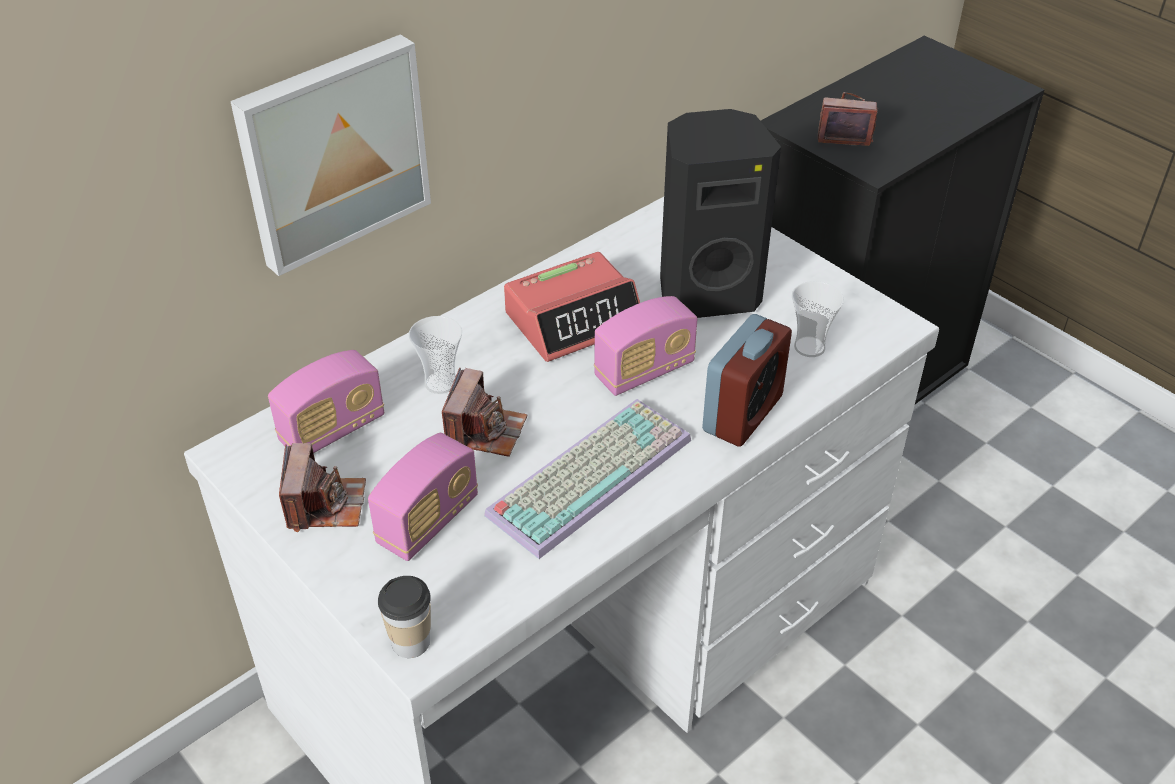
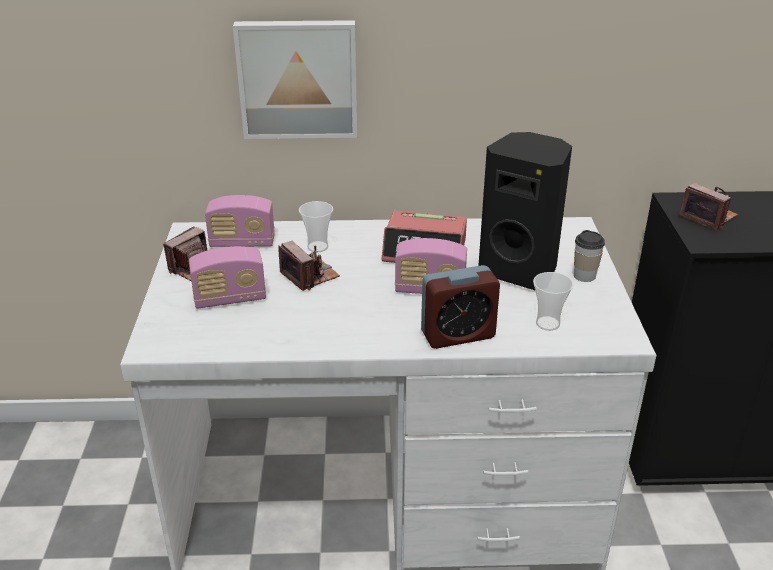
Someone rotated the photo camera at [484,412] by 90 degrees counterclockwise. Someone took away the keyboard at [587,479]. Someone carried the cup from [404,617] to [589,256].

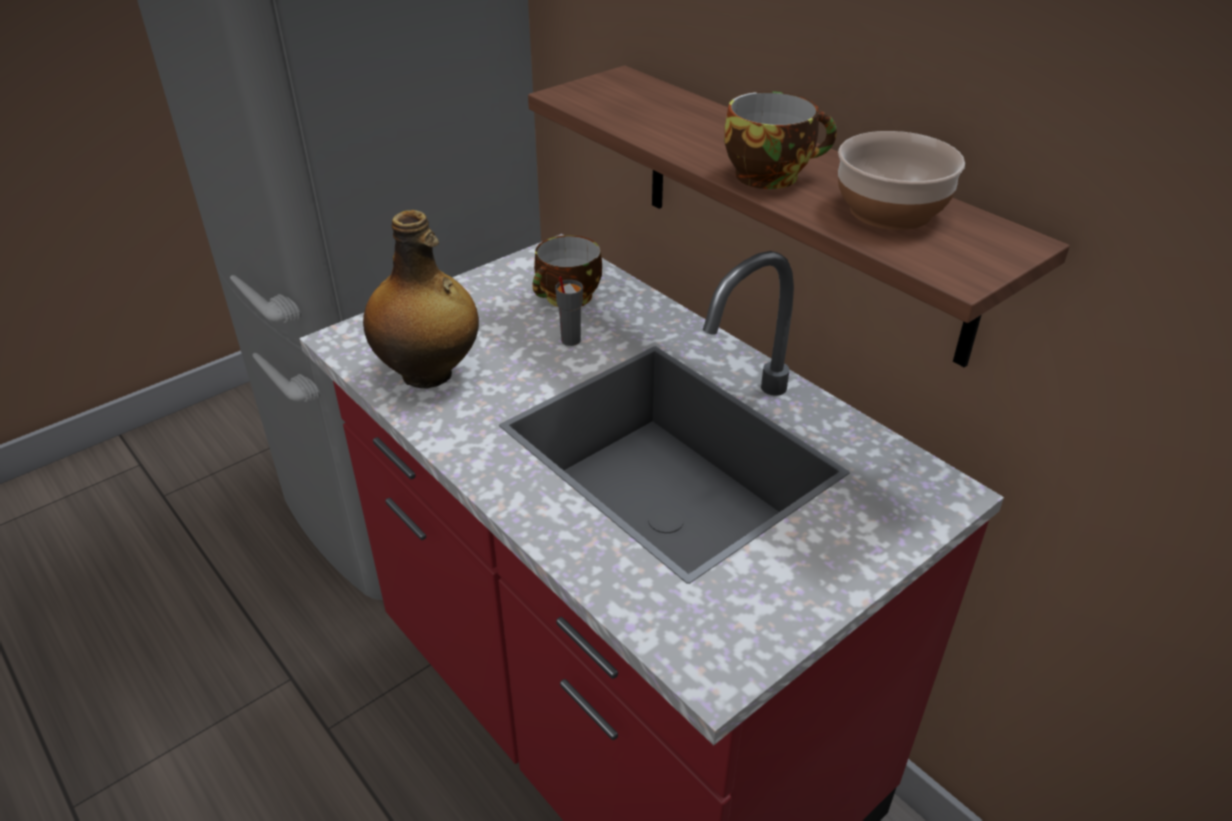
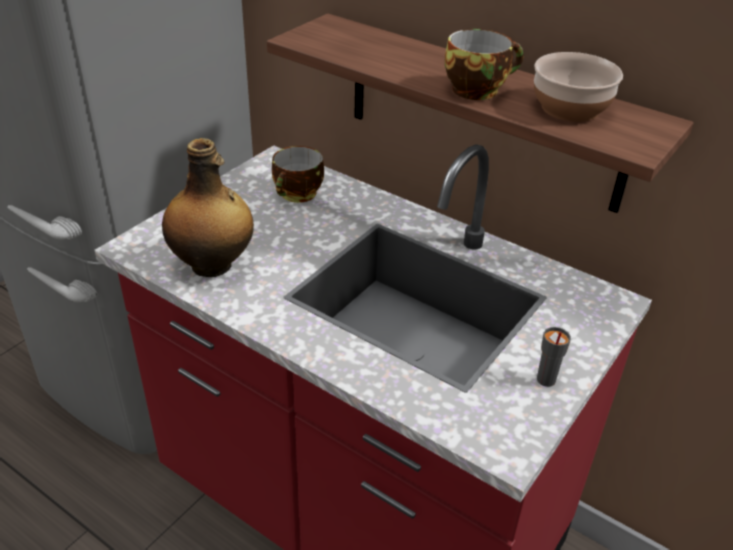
Someone carried the grey cup from [569,311] to [554,357].

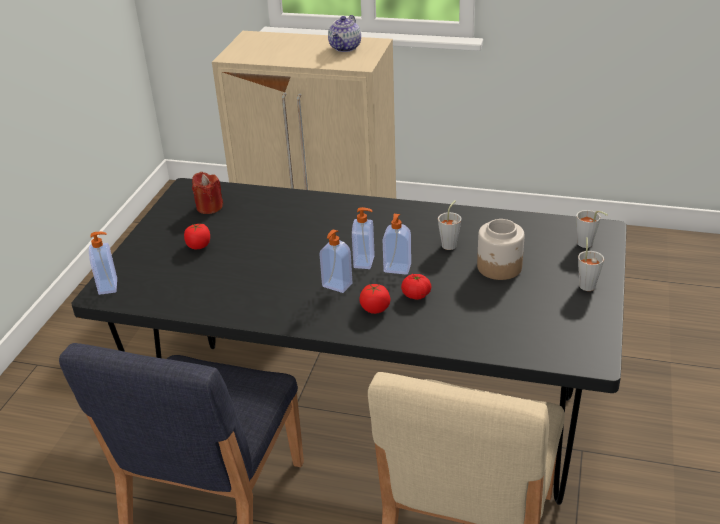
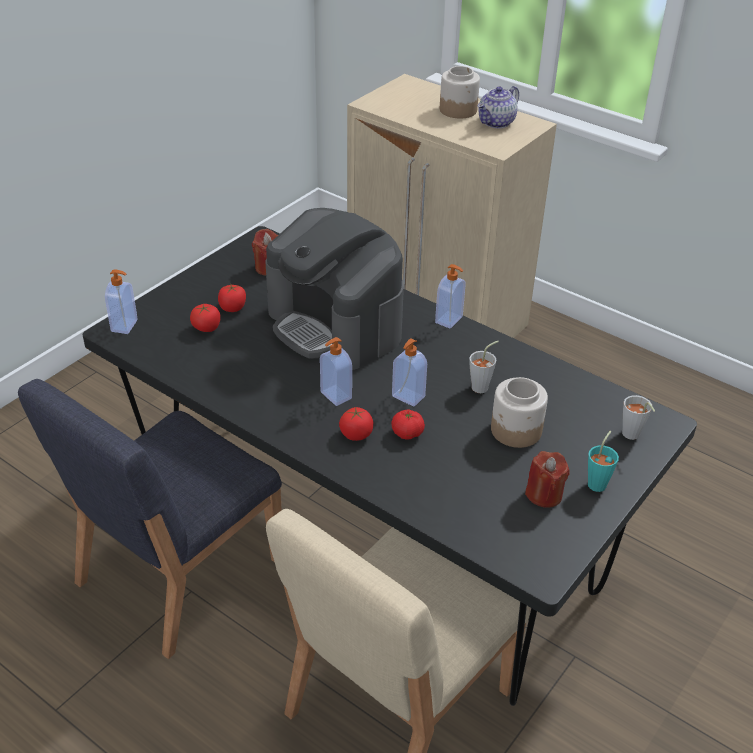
Someone carried the soap dispenser from [363,238] to [450,296]. Someone repainted the grey cup at [591,264], which became the turquoise cup at [603,461]. Someone put down the jar at [460,92]. Someone put down the coffee machine at [334,289]. Someone put down the tomato at [205,318]. Someone put down the red candle at [547,479].

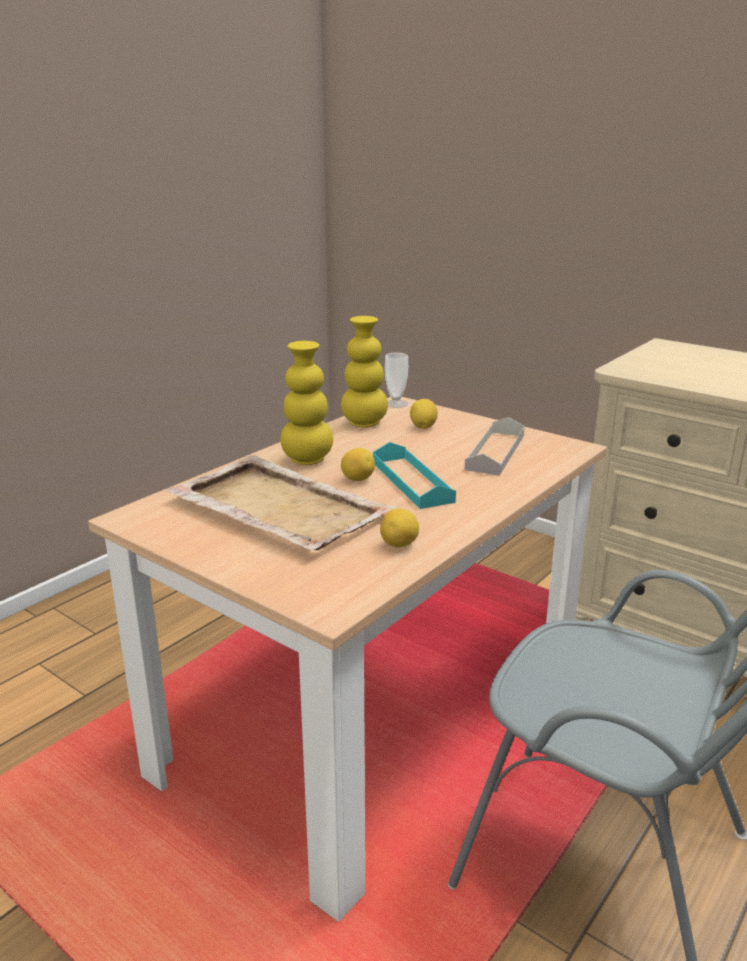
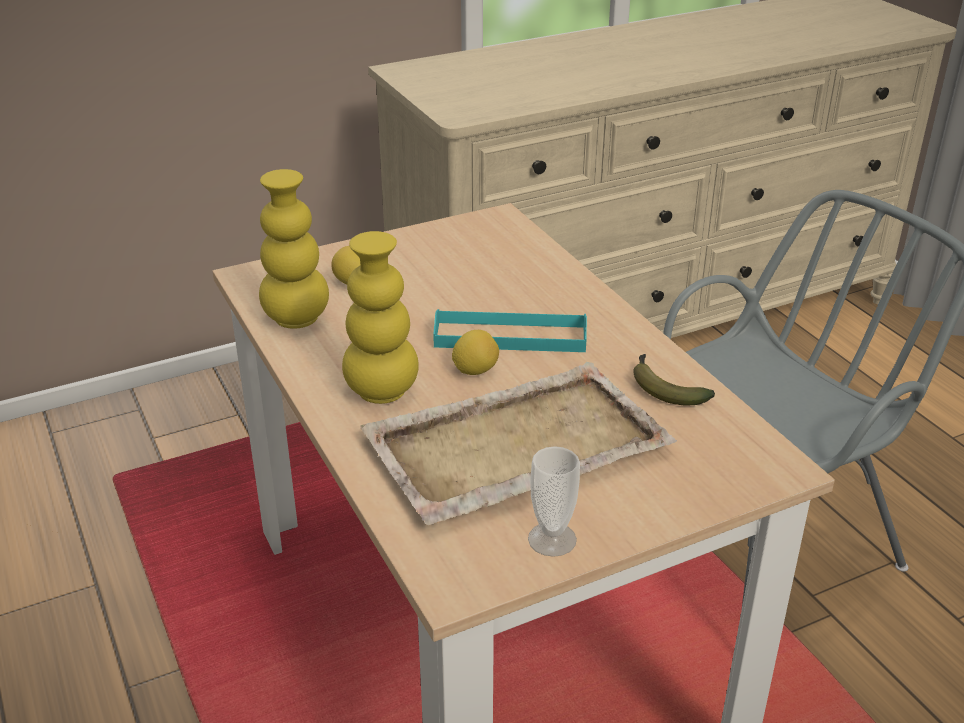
Someone carried the cup from [396,380] to [554,501]. Someone took away the grey tray at [494,446]. Someone swapped the lemon at [399,527] for the banana at [674,379].

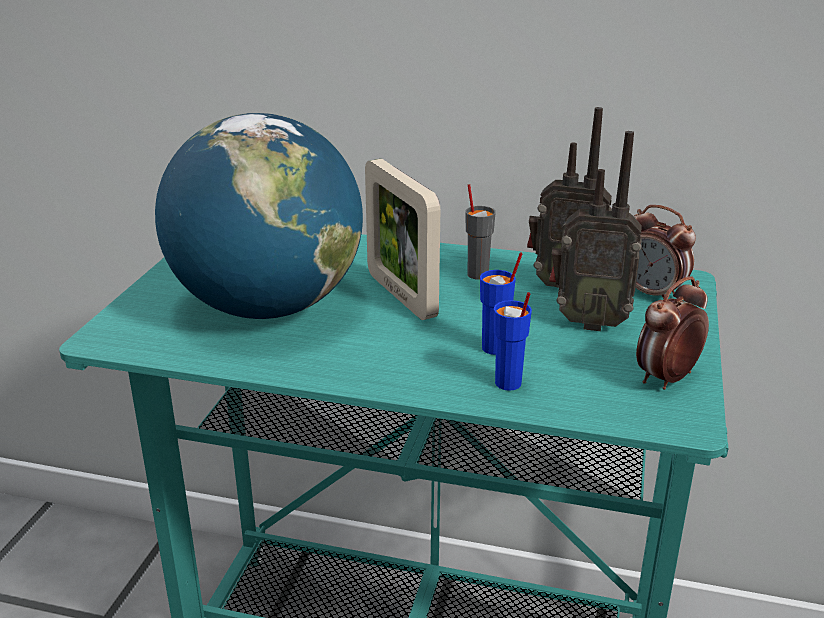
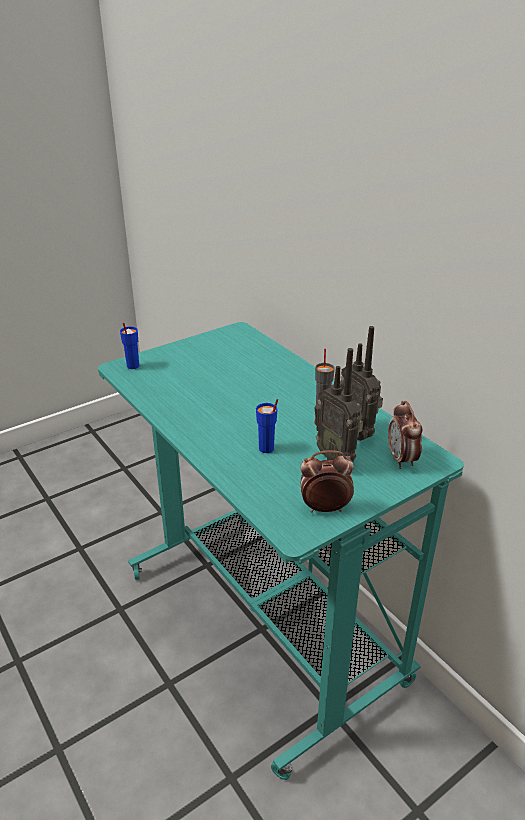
Someone took away the globe at [259,216]. Someone took away the picture frame at [402,239]. Someone carried the blue cup from [513,341] to [129,346].

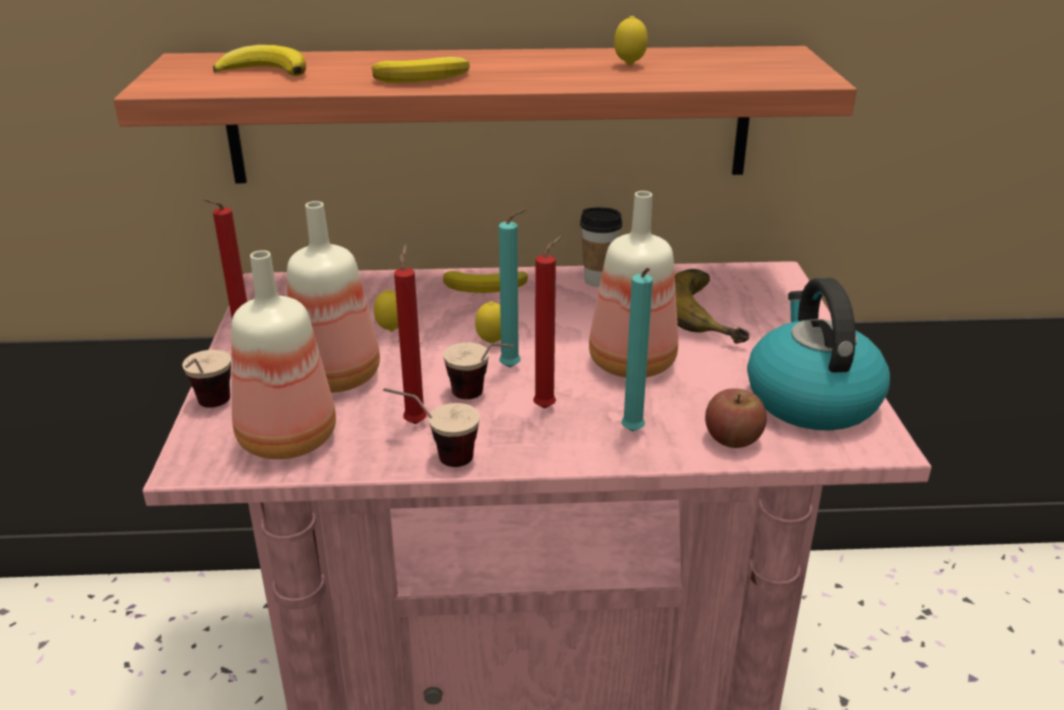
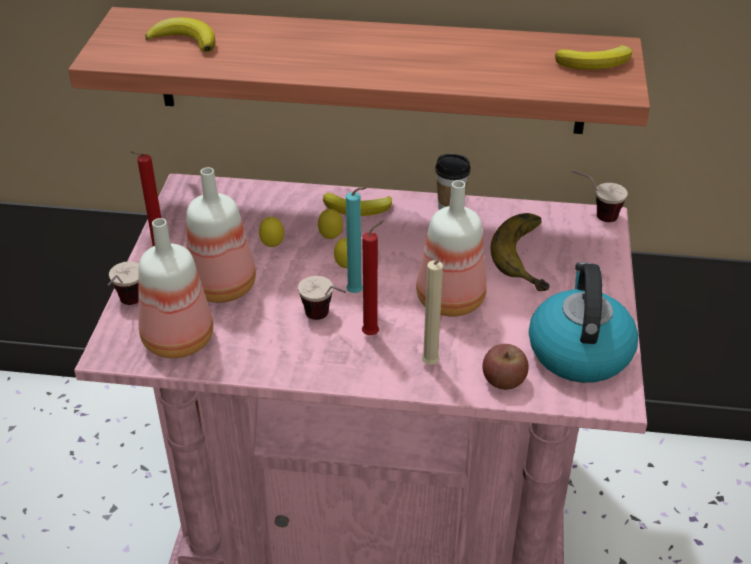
Someone carried the lemon from [631,40] to [330,224]. Someone carried the banana from [421,70] to [593,57]. Someone took away the red candle at [410,334]. Someone repainted the turquoise candle at [637,349], which became the beige candle at [432,312]. Someone carried the cup from [431,427] to [600,196].

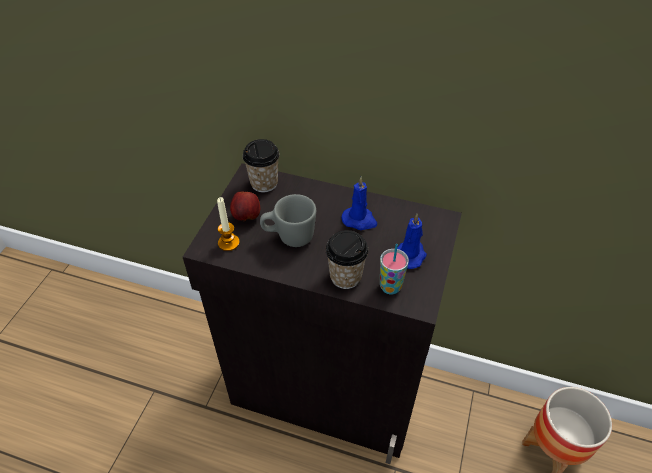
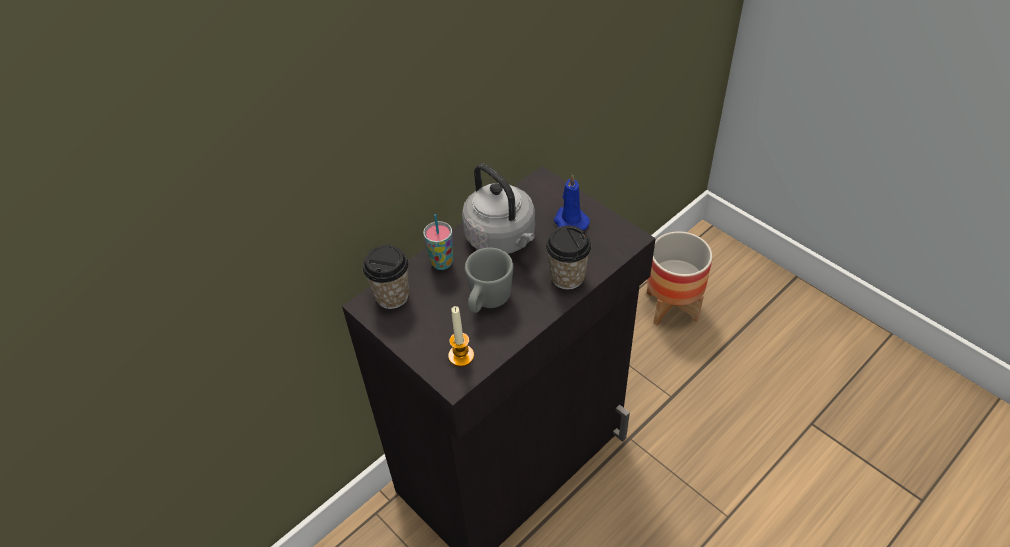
Someone swapped the blue candle at [359,203] for the grey kettle at [498,209]. Someone took away the apple at [245,207]. Someone carried the cup from [394,269] to [438,242].

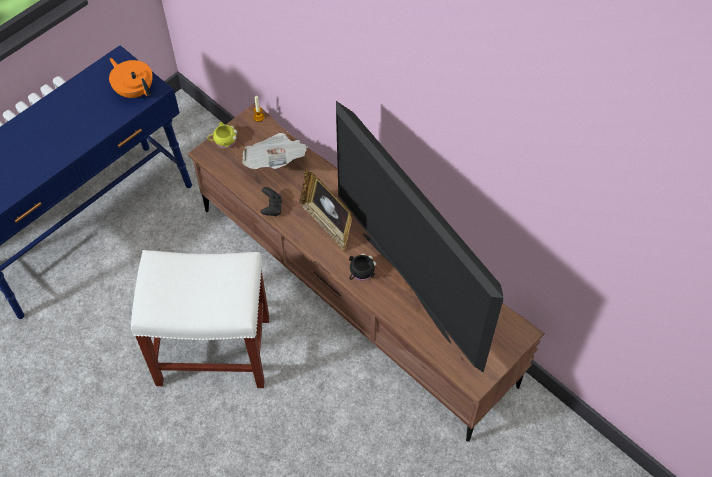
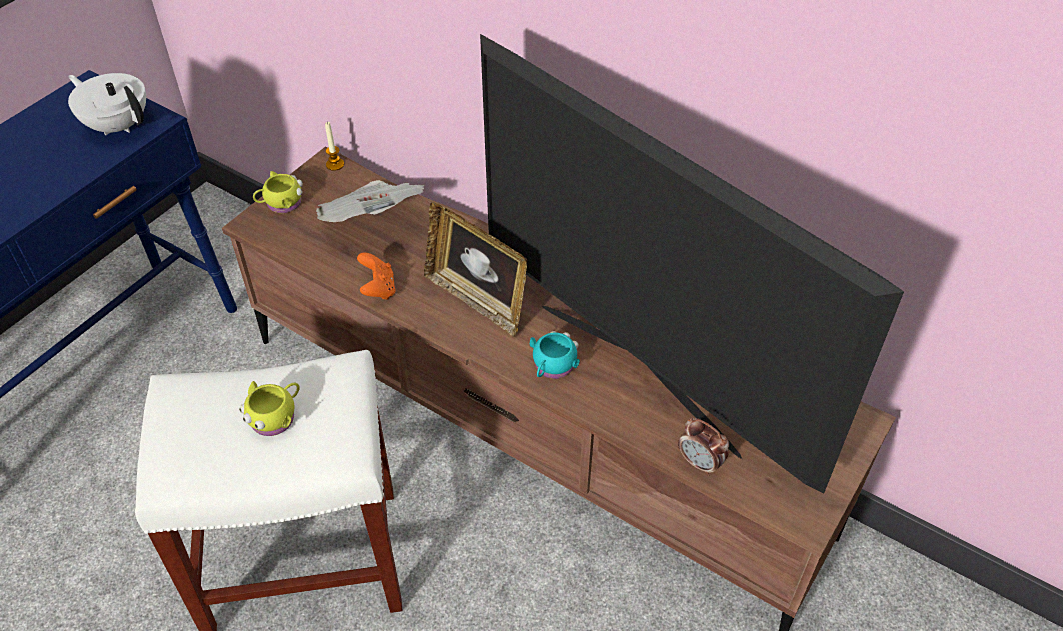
Someone repainted the orange teapot at [131,78], which became the white teapot at [107,104]. Someone repainted the black game controller at [271,201], which became the orange game controller at [376,276]. Someone repainted the black mug at [362,267], which became the turquoise mug at [555,355]. Someone put down the yellow mug at [269,408]. Someone put down the alarm clock at [703,447].

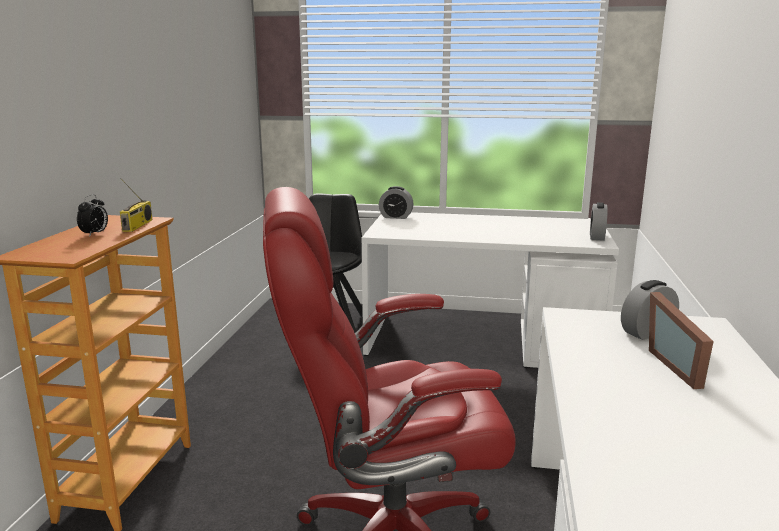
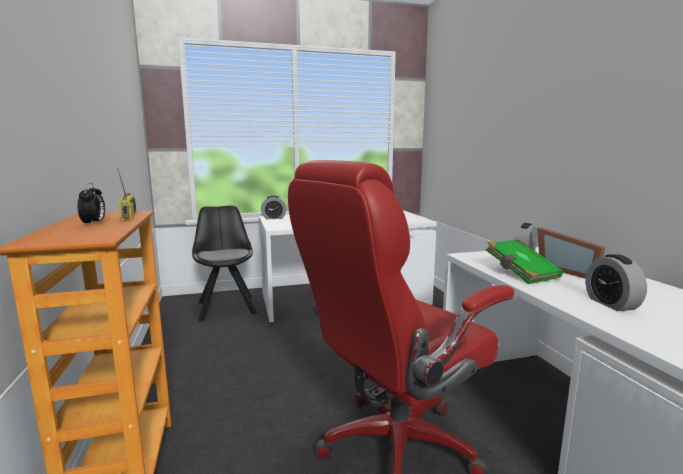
Someone carried the alarm clock from [599,221] to [616,282]. Someone put down the green book at [524,262].

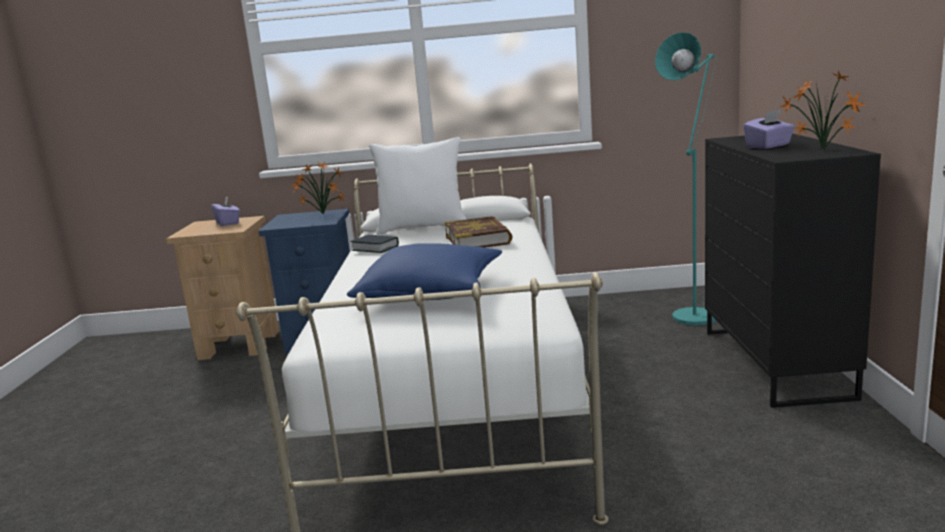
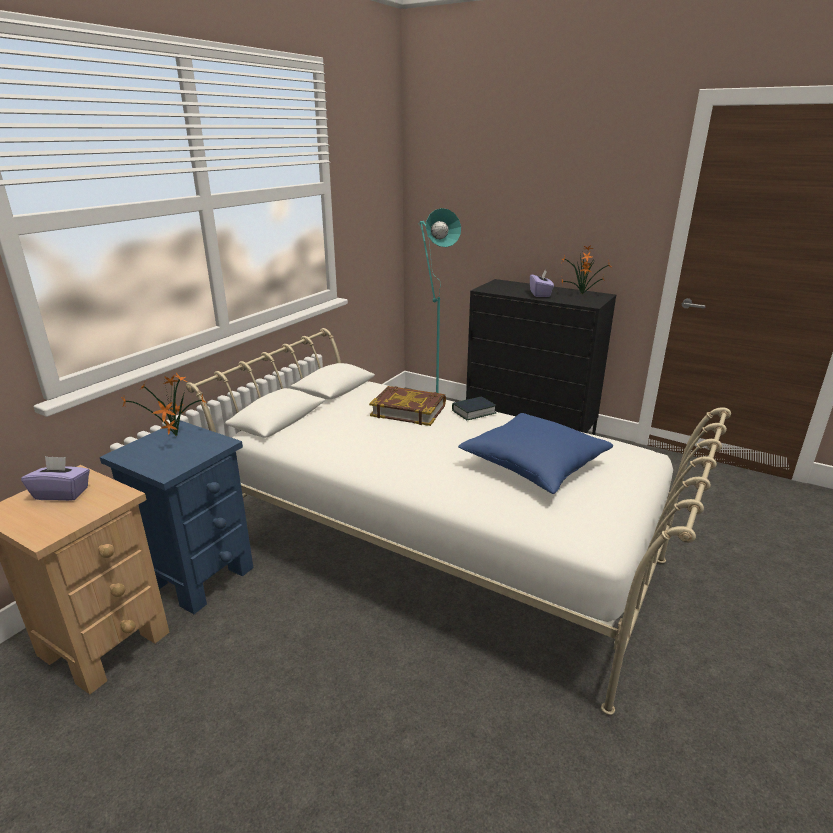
Someone took away the white pillow at [418,186]. Someone carried the book from [374,244] to [474,408].

